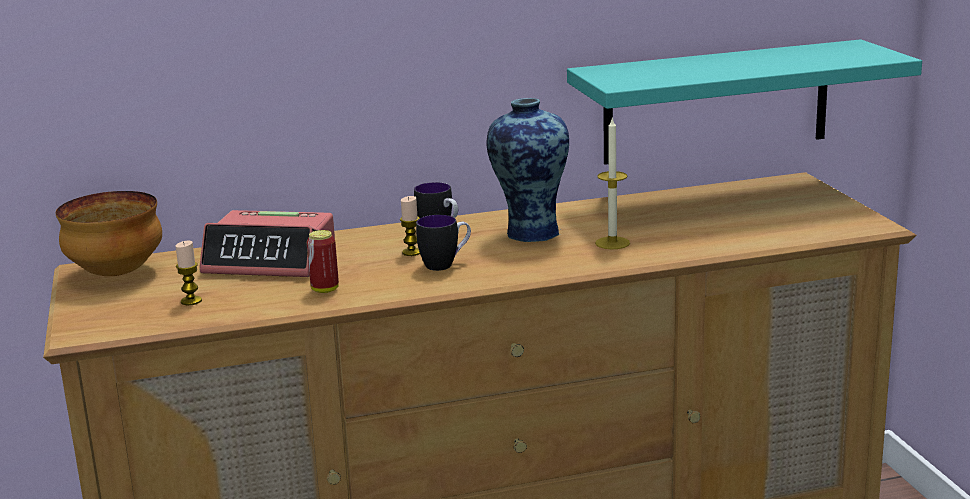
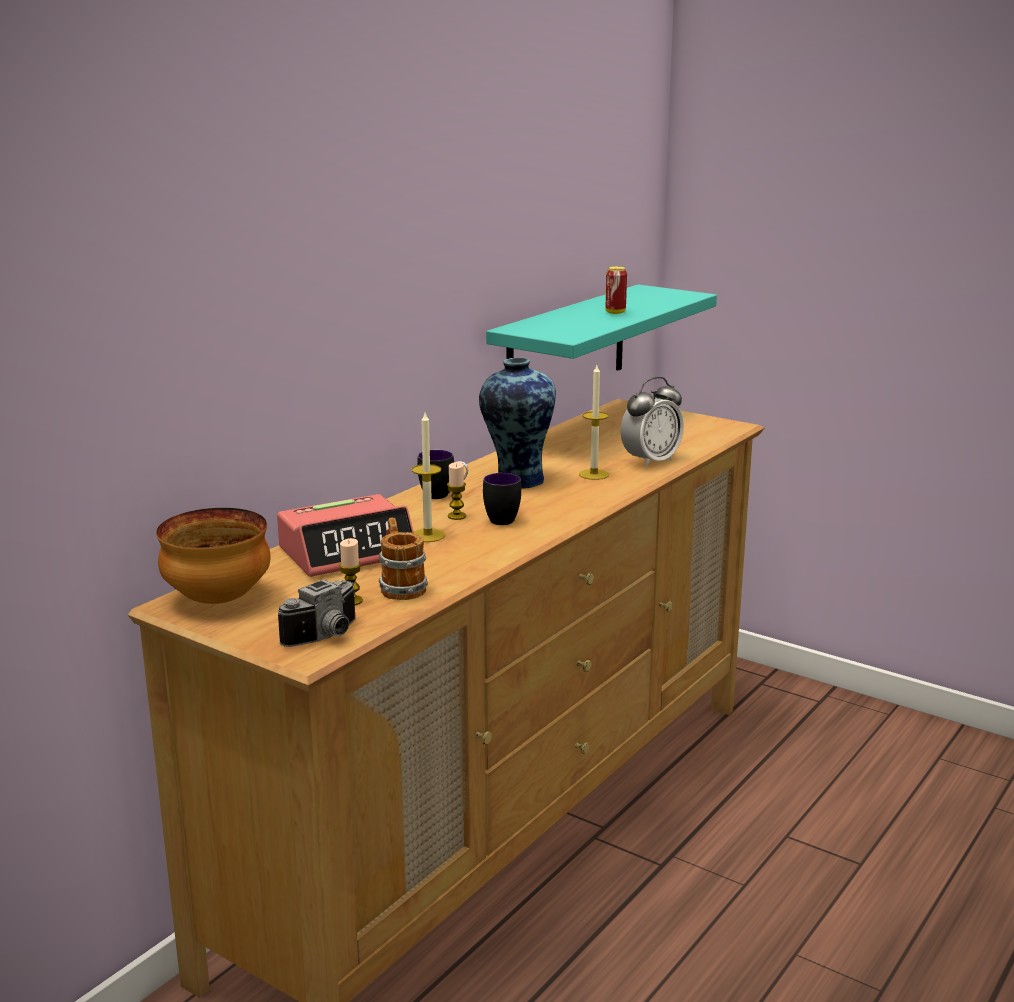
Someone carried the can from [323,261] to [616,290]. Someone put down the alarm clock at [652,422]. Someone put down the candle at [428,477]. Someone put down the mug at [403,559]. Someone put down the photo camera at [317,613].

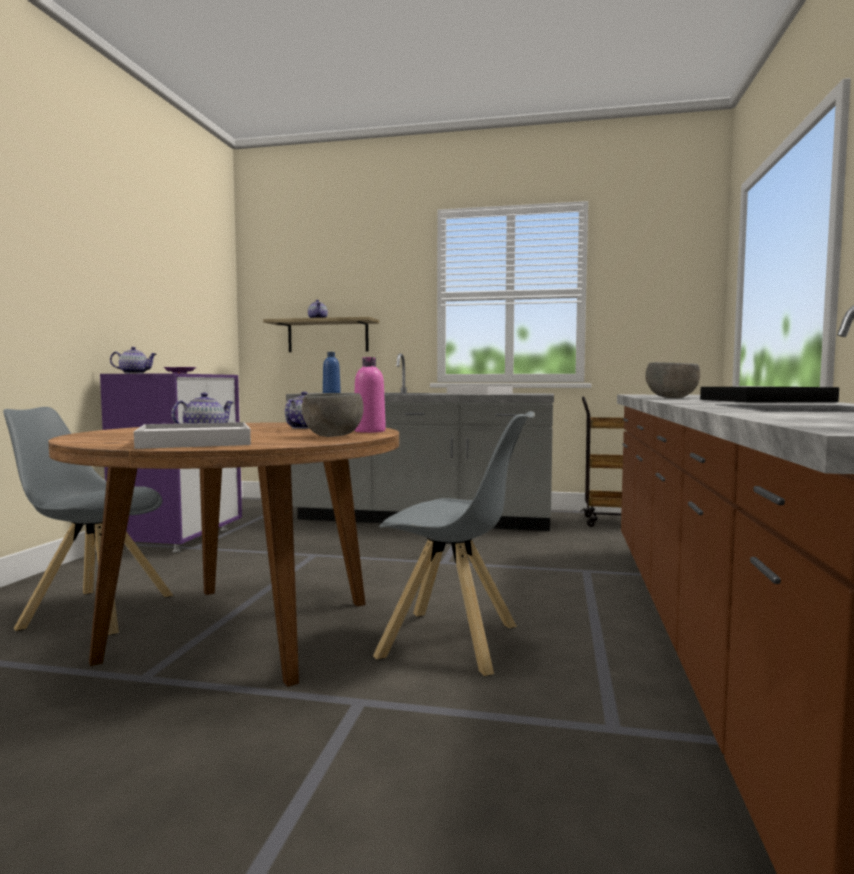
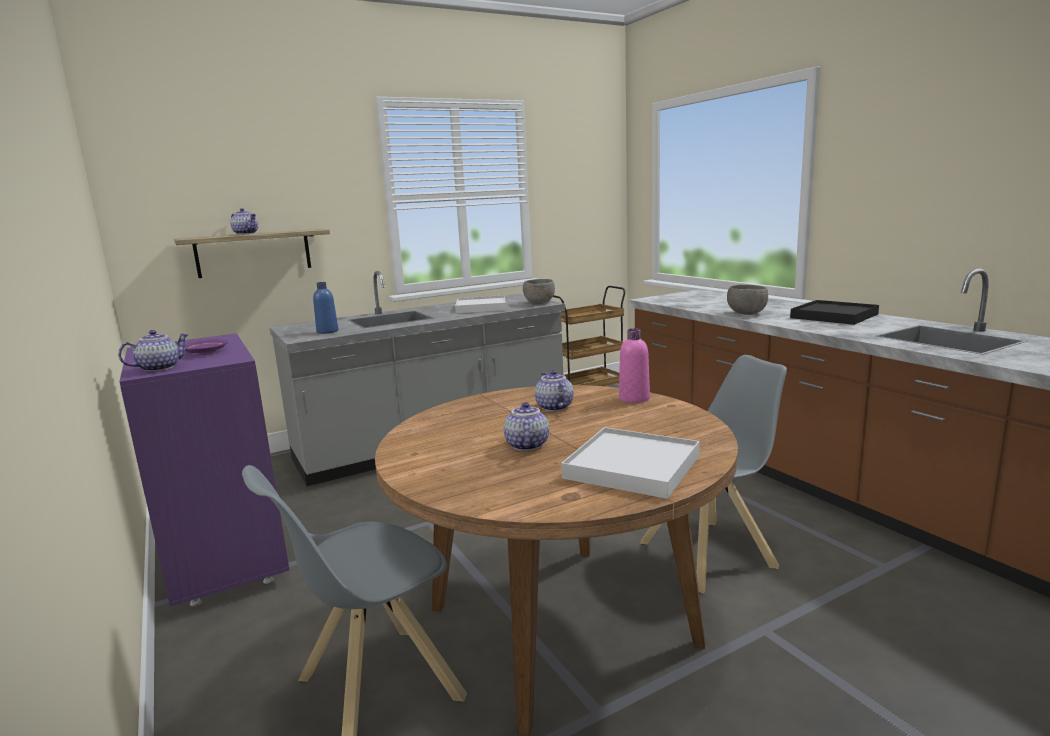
Someone carried the grey bowl from [333,415] to [539,291].

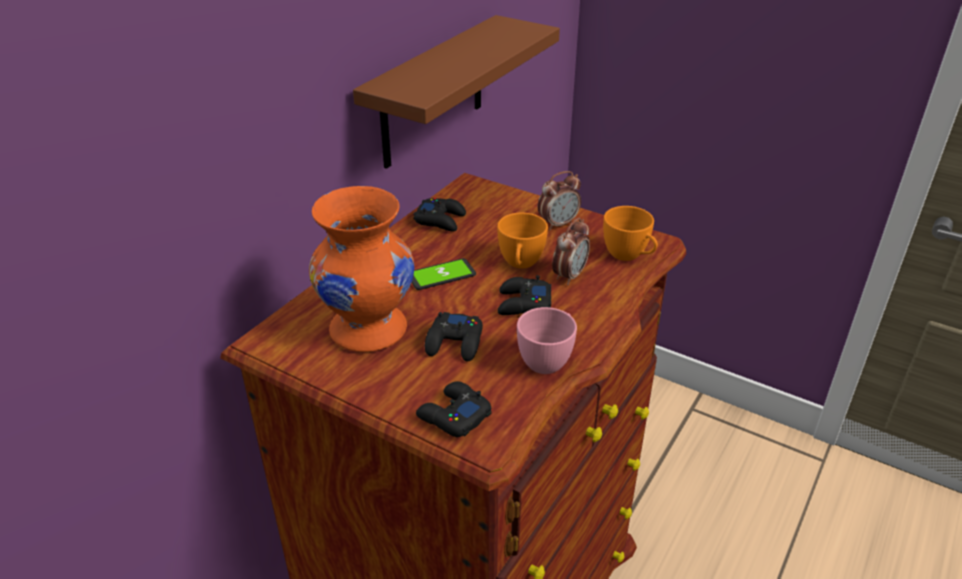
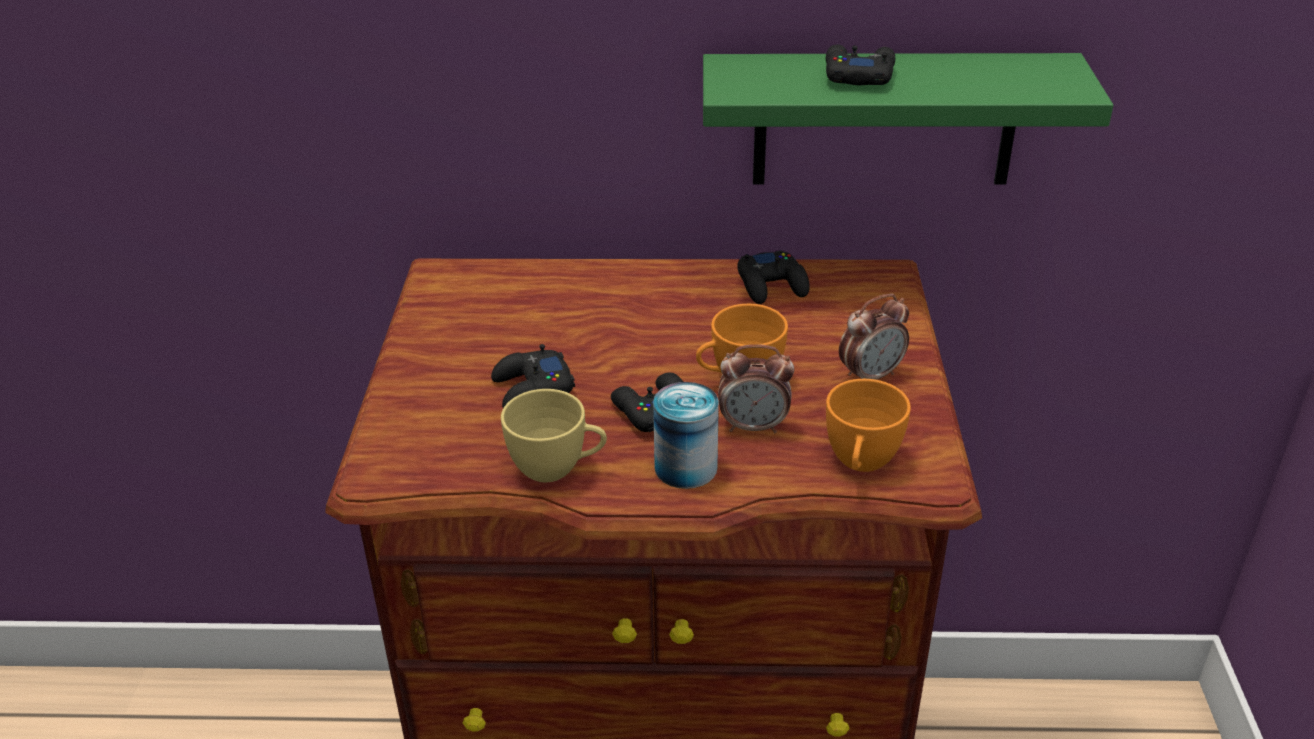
Someone repainted the brown shelf at [456,92], which became the green shelf at [908,119]. Someone rotated the alarm clock at [559,200] by 60 degrees counterclockwise. Someone took away the orange vase at [361,269]. Someone took away the phone at [444,274]. Someone repainted the pink cup at [547,340], which became the yellow cup at [554,435]. Someone carried the black game controller from [454,409] to [860,65]. Someone put down the can at [686,435].

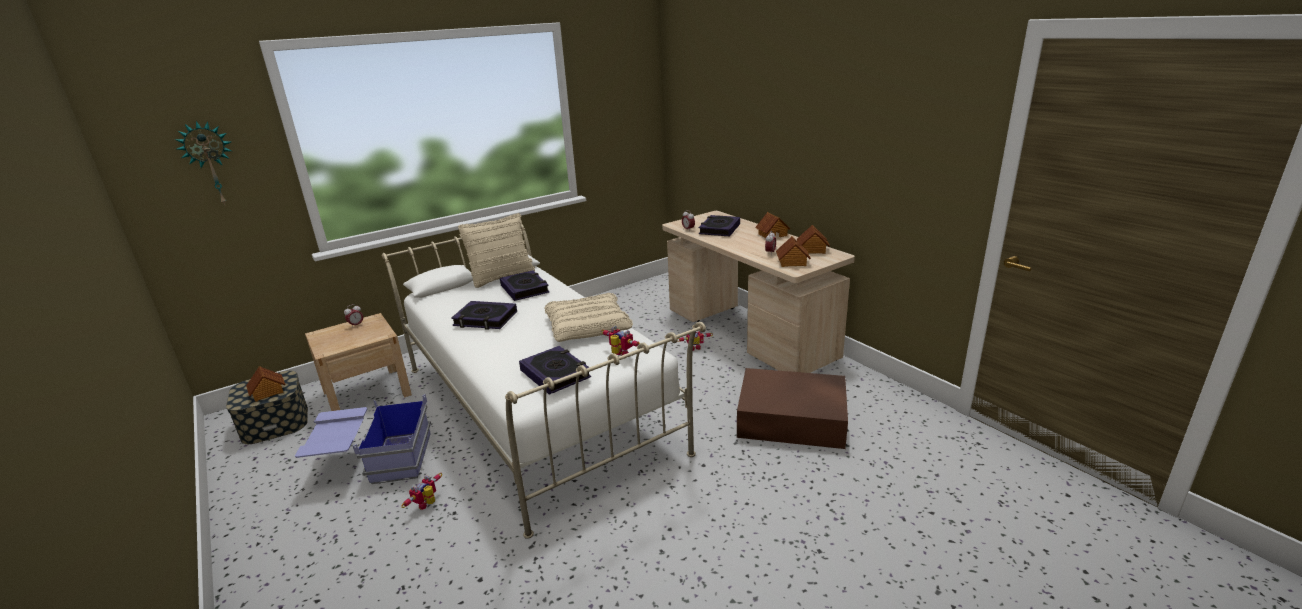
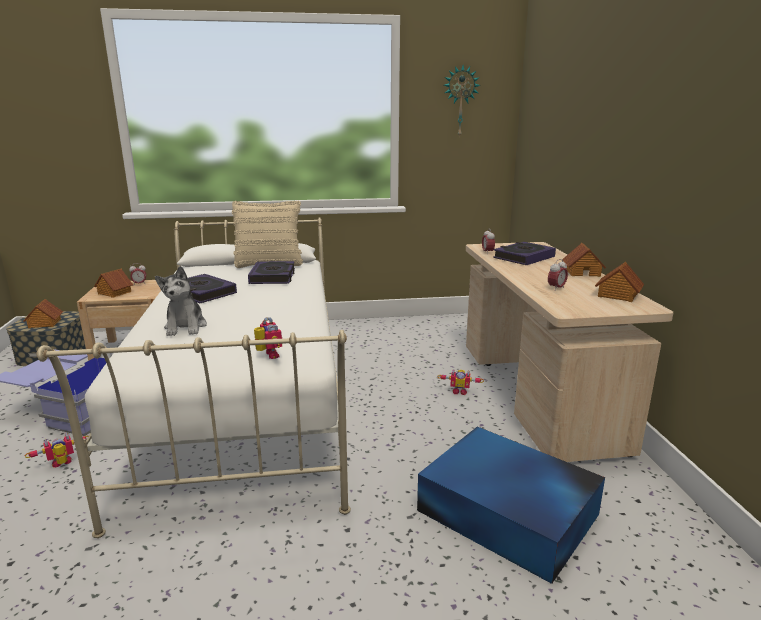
Someone carried the wall clock from [203,163] to [462,101]. Someone carried the toy house from [793,251] to [113,283]. Someone took away the beige pillow at [588,317]. Someone took away the book at [555,370]. Someone repainted the brown storage box at [792,408], which became the blue storage box at [511,505]. Someone put down the plush toy at [181,301].

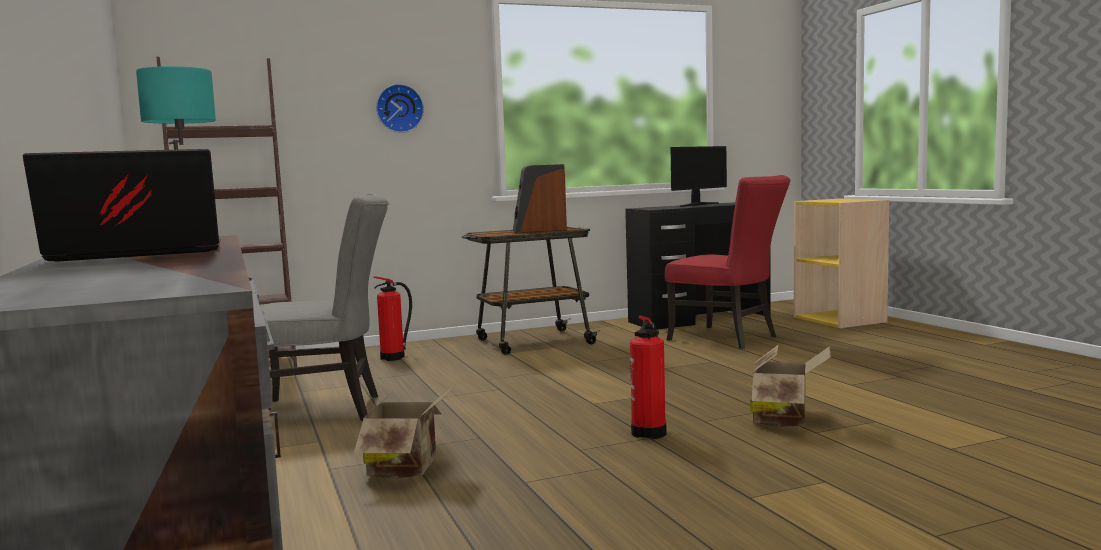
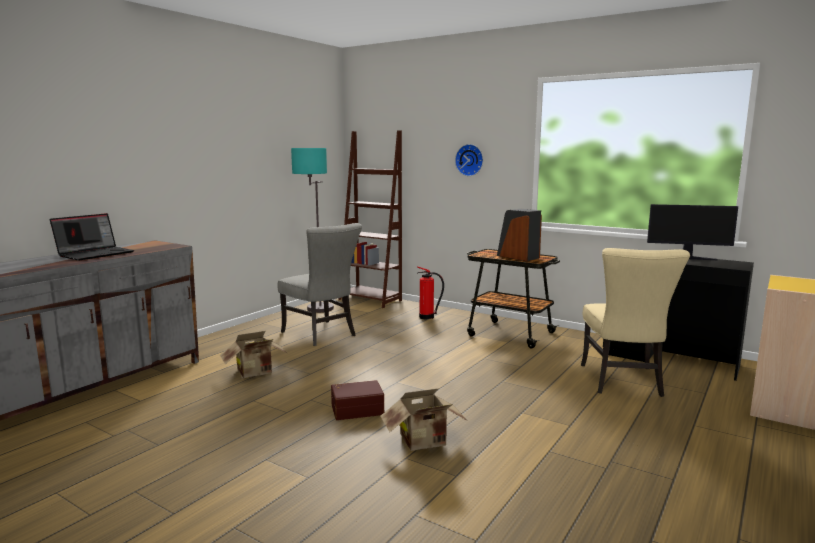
Someone rotated the laptop at [122,205] by 90 degrees clockwise. Someone repainted the red chair at [728,262], which became the beige chair at [635,322]. Someone swapped the fire extinguisher at [648,377] for the brown storage box at [357,400].

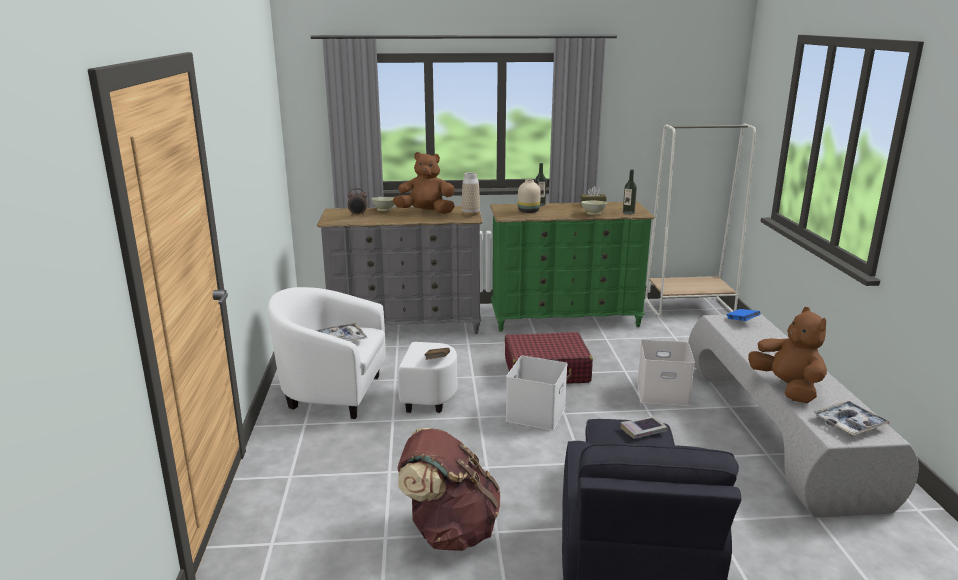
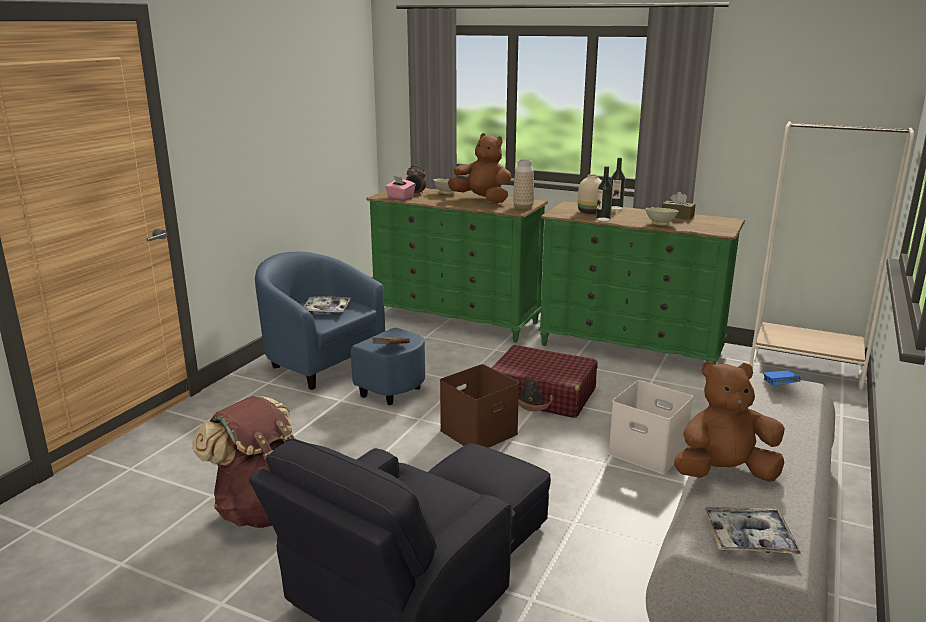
Someone carried the bottle from [630,192] to [604,193]. Someone repainted the grey dresser at [400,270], which became the green dresser at [457,265]. Someone repainted the white armchair at [362,353], which became the blue armchair at [340,328]. Someone rotated the brown plush toy at [787,355] by 105 degrees counterclockwise. Someone repainted the white storage box at [536,393], which became the brown storage box at [479,406]. Someone took away the book at [644,427]. Someone put down the pink tissue box at [400,188].

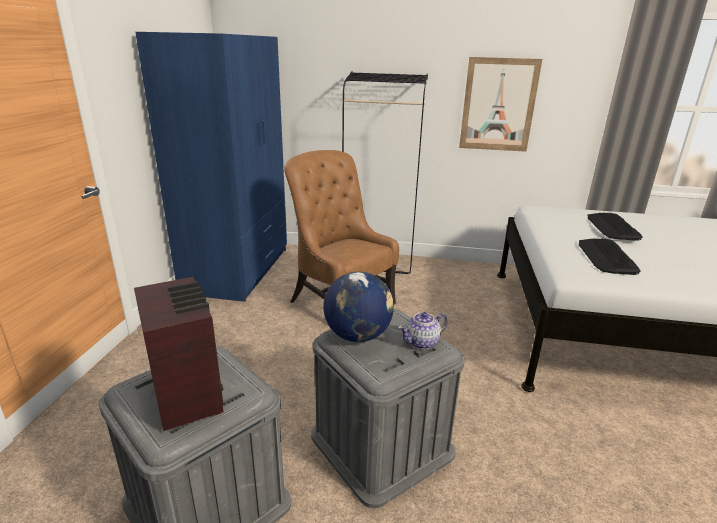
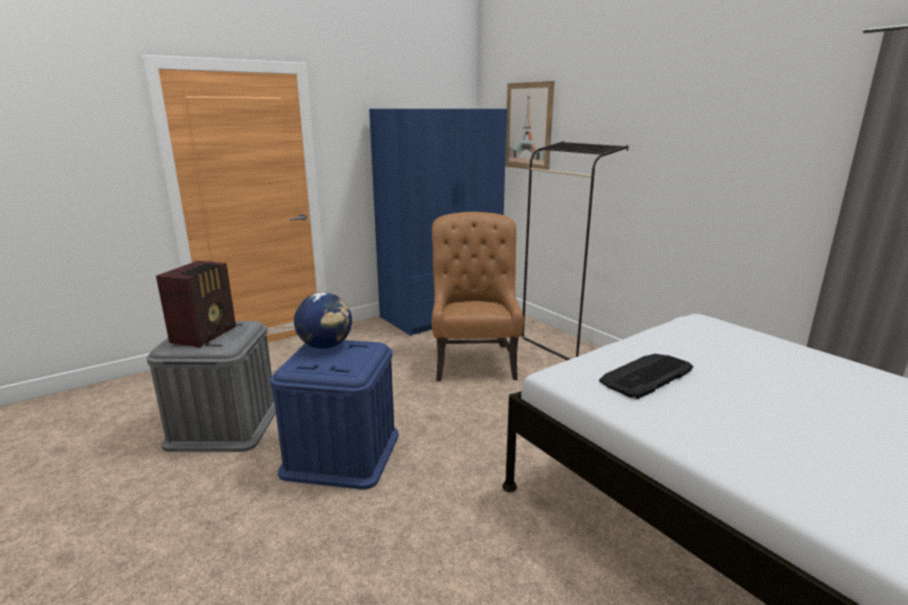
Someone carried the picture from [500,104] to [529,125]. Someone took away the keyboard at [615,227]. Someone repainted the grey storage box at [388,408], which became the blue storage box at [334,414]. Someone took away the teapot at [423,330].

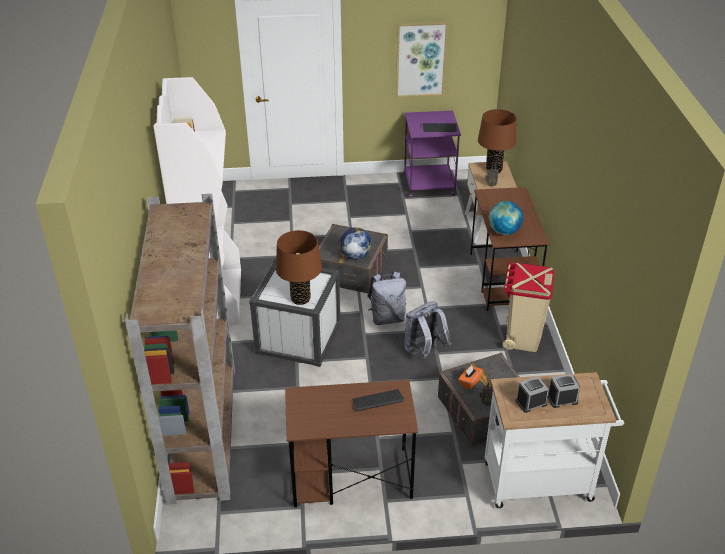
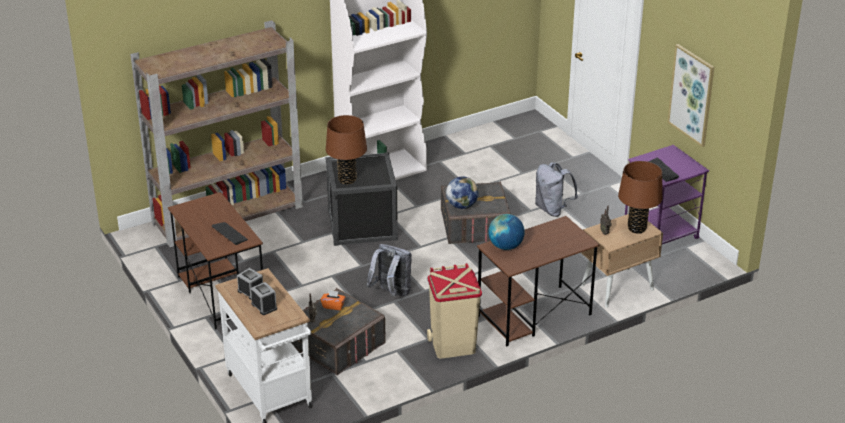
Someone repainted the white storage box at [295,313], which became the black storage box at [362,199]. Someone carried the grey backpack from [386,298] to [556,189].

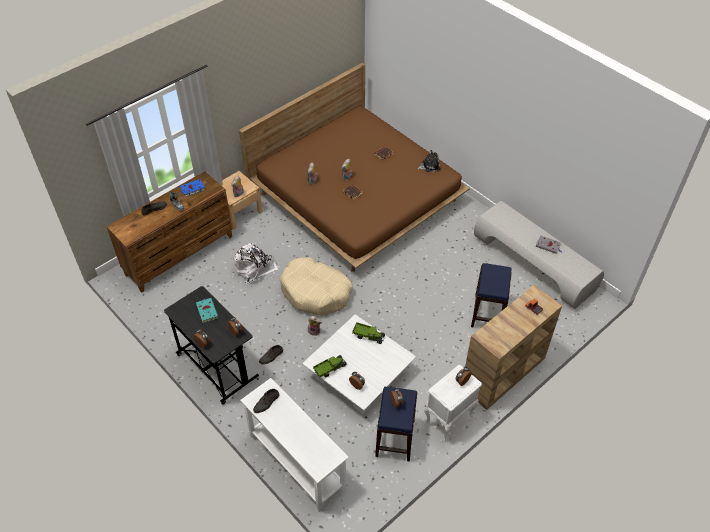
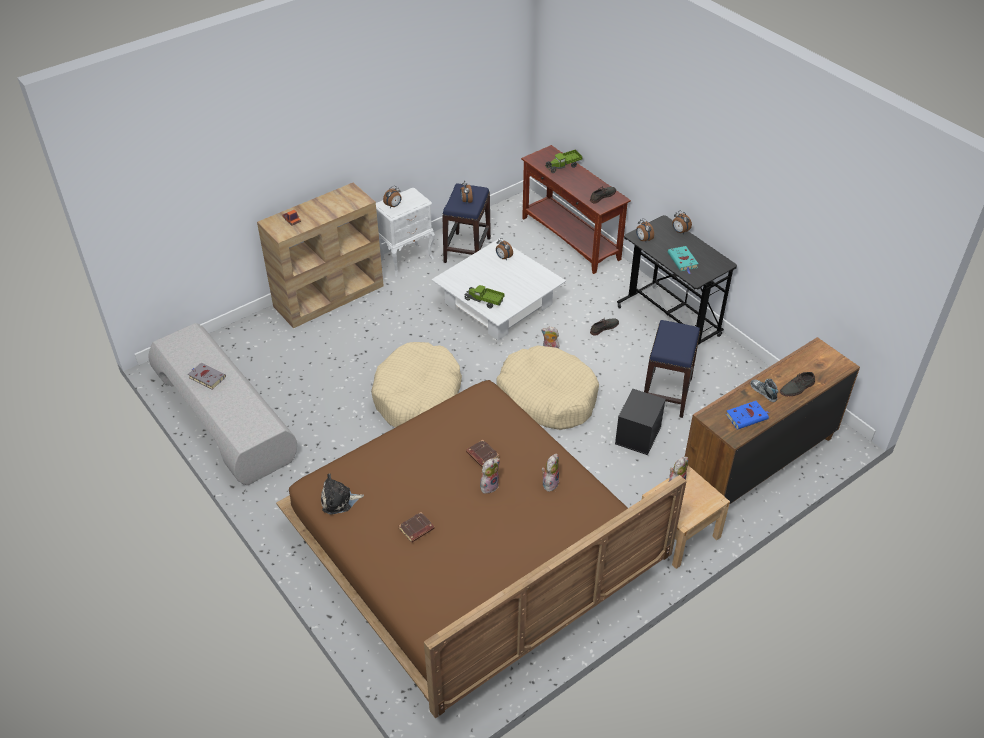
Someone swapped the white backpack at [256,263] for the black storage box at [640,421]. Someone carried the stool from [491,295] to [672,369]. Someone carried the toy truck from [329,366] to [564,161]. Someone repainted the white console table at [294,445], which became the brown console table at [576,209]. Someone put down the beige dog bed at [416,384].

